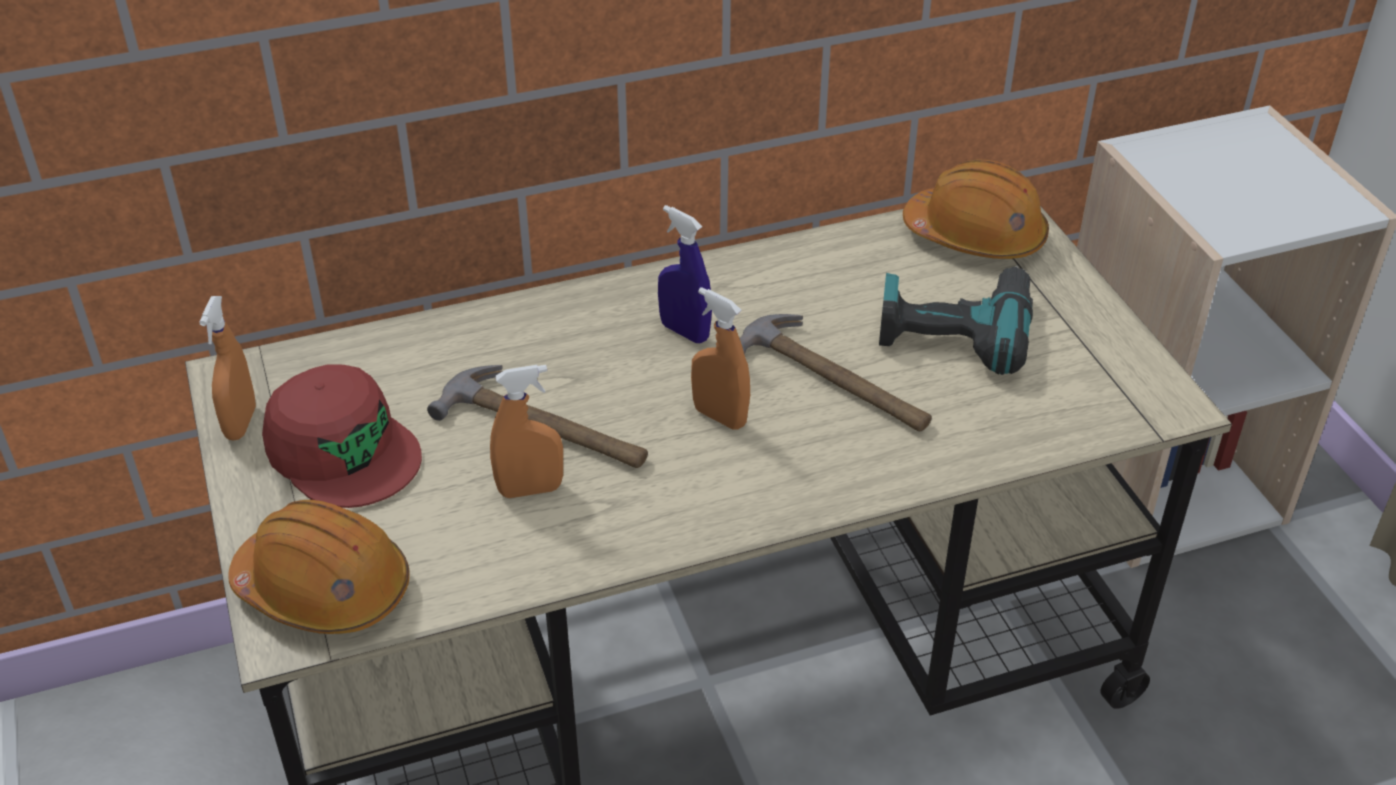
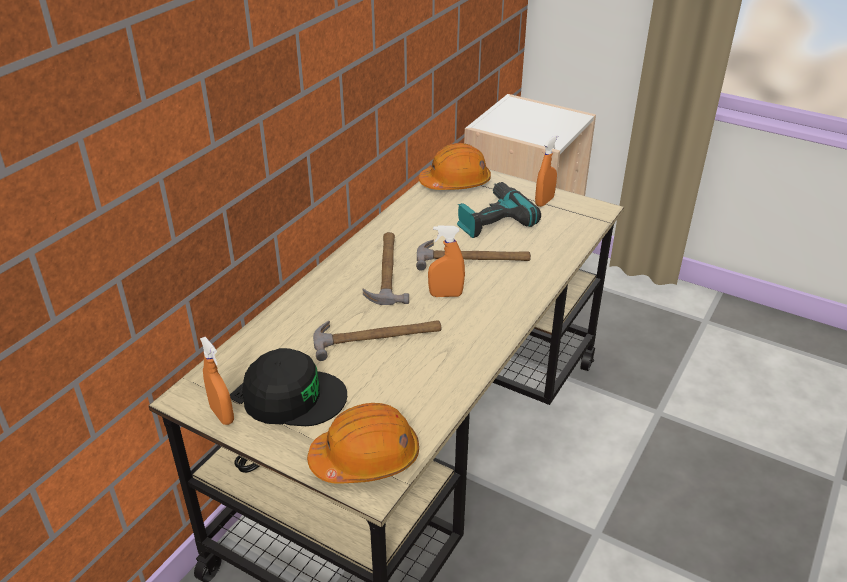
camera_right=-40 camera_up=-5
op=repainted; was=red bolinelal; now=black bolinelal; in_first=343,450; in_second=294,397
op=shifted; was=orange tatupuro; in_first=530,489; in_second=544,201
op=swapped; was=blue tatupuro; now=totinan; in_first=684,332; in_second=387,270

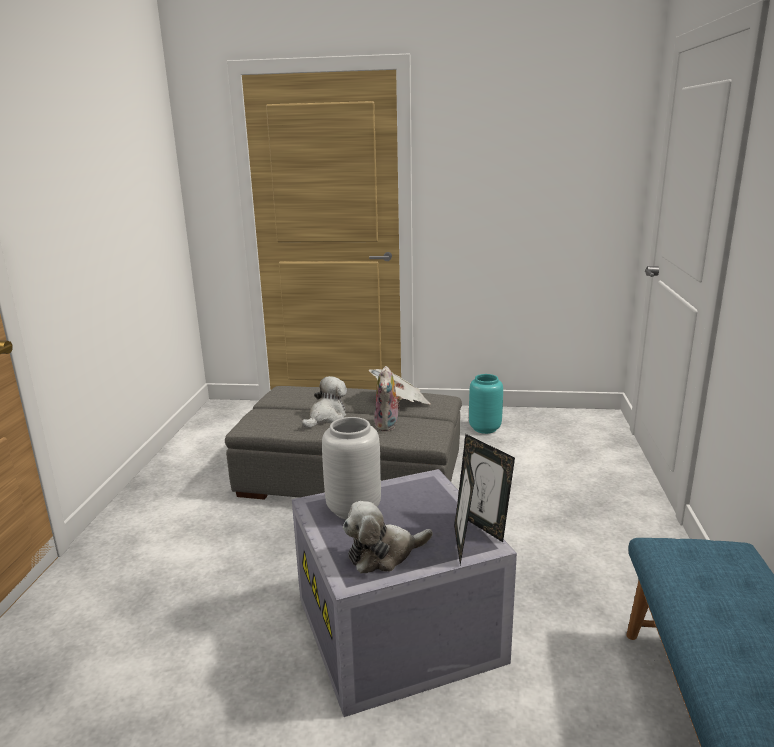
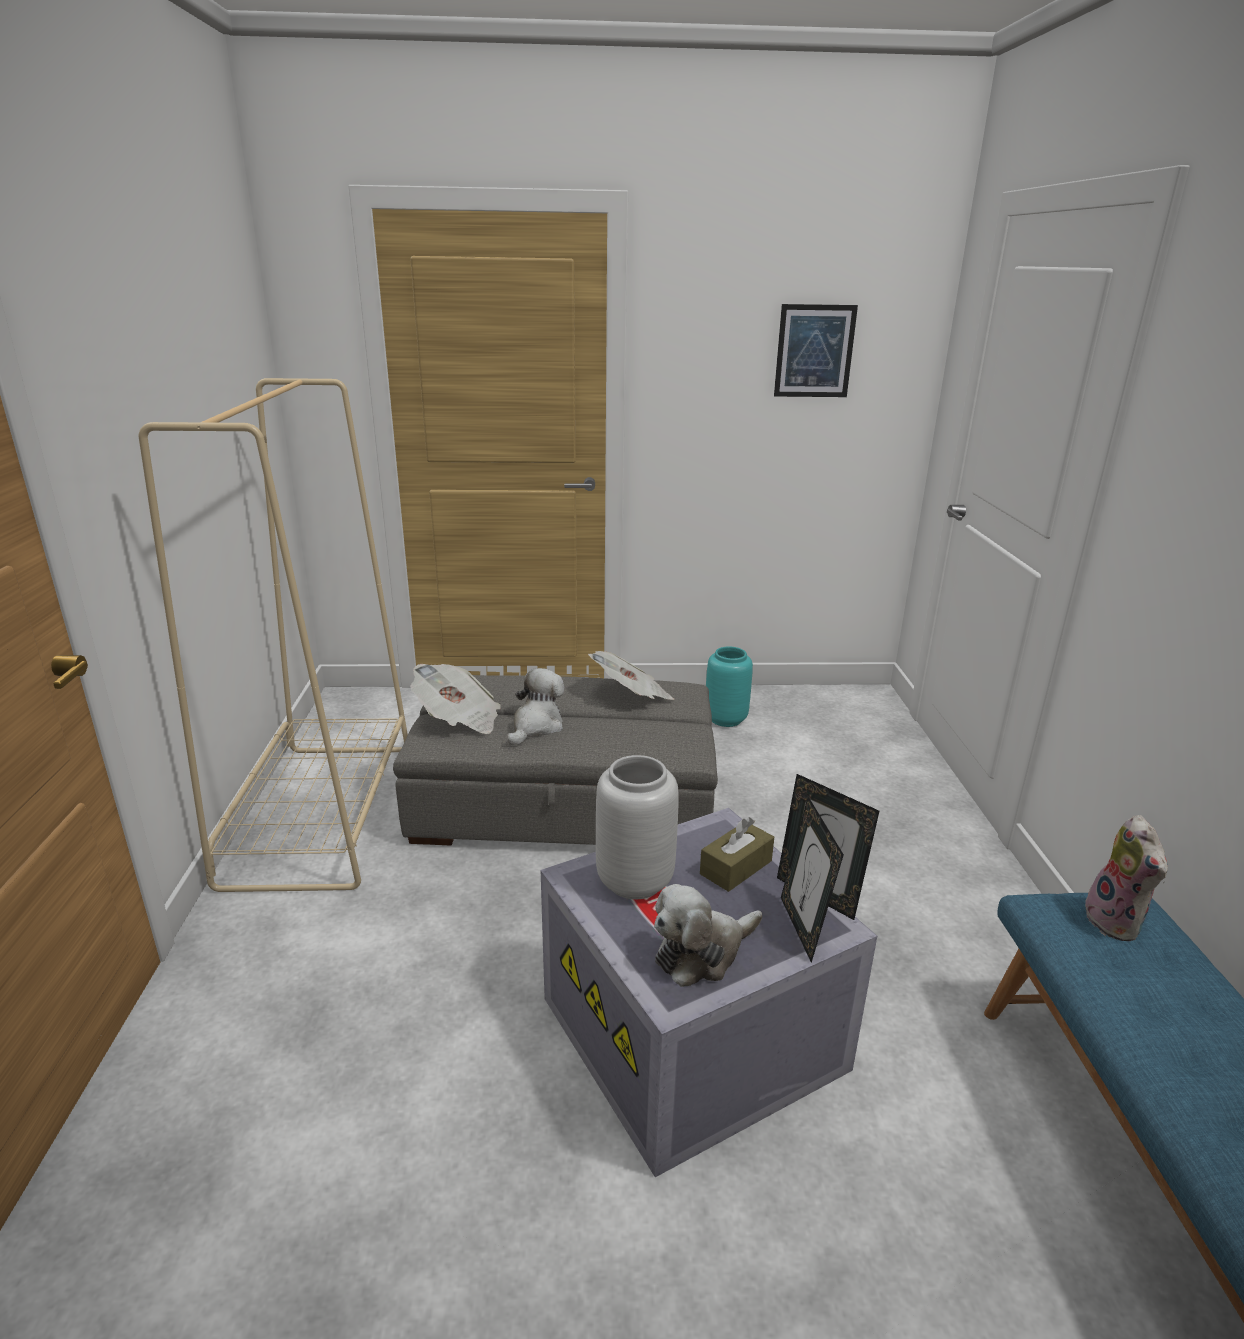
camera_right=-10 camera_up=5
op=shifted; was=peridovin; in_first=388,425; in_second=1117,923
op=new; now=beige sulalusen; in_second=321,812
op=new; now=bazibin; in_second=459,719
op=new; now=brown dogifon; in_second=736,867
op=new; now=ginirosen; in_second=814,351

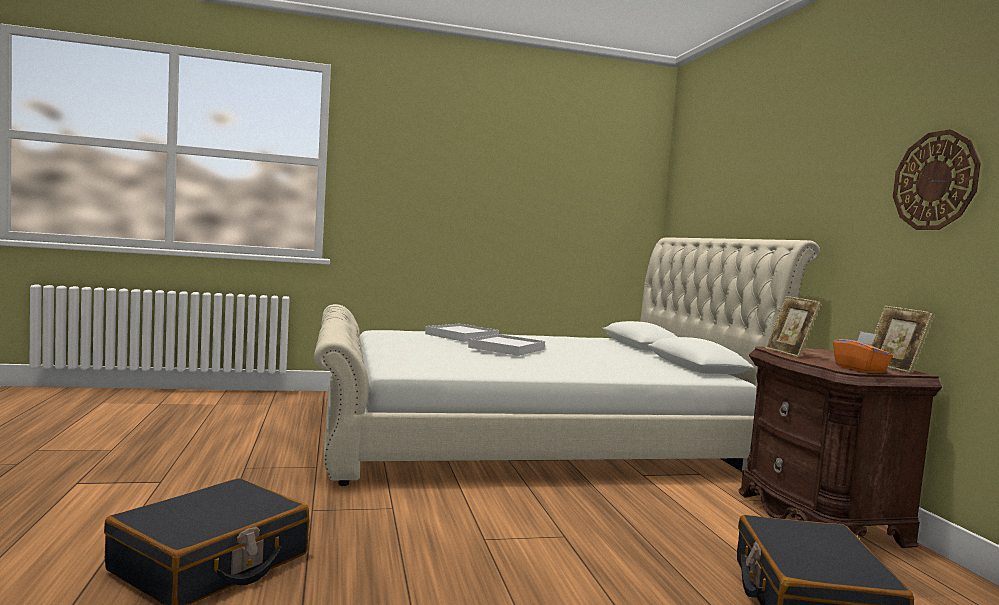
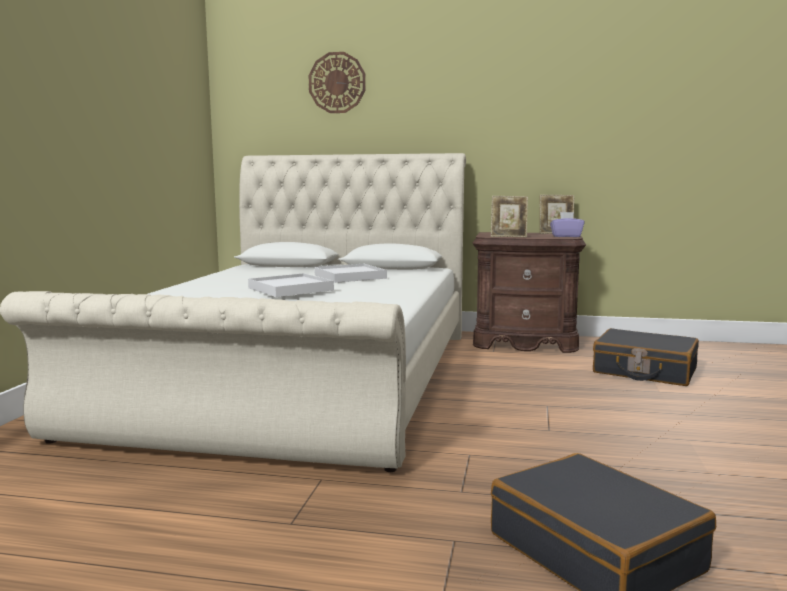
camera_right=-65 camera_up=5
op=shifted; was=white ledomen; in_first=462,336; in_second=349,276
op=repainted; was=orange dogifon; now=purple dogifon; in_first=860,369; in_second=566,236
op=shifted; was=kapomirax; in_first=935,181; in_second=337,83

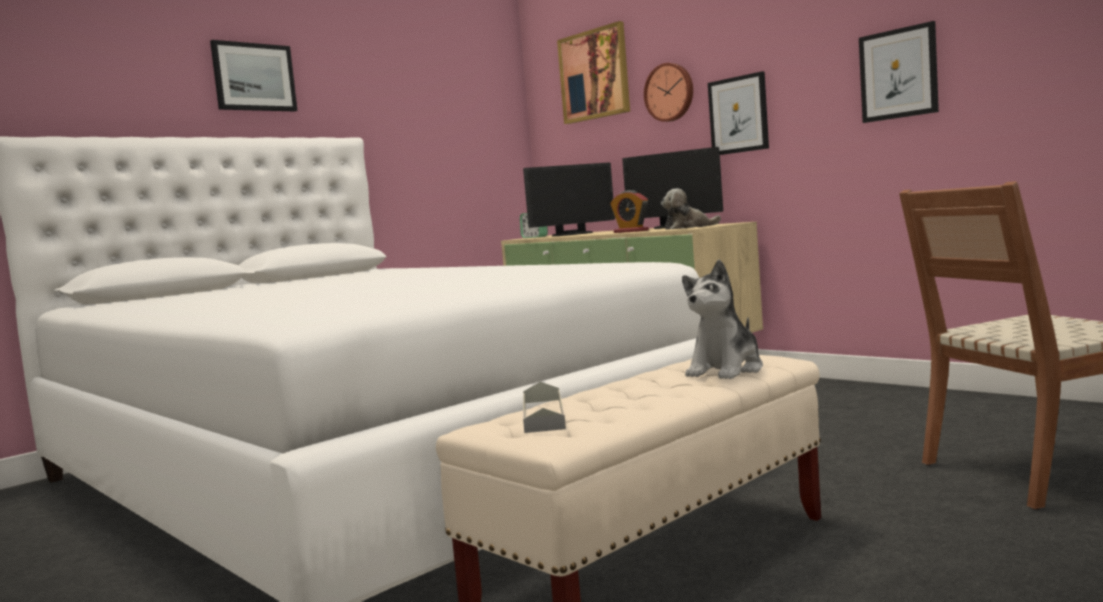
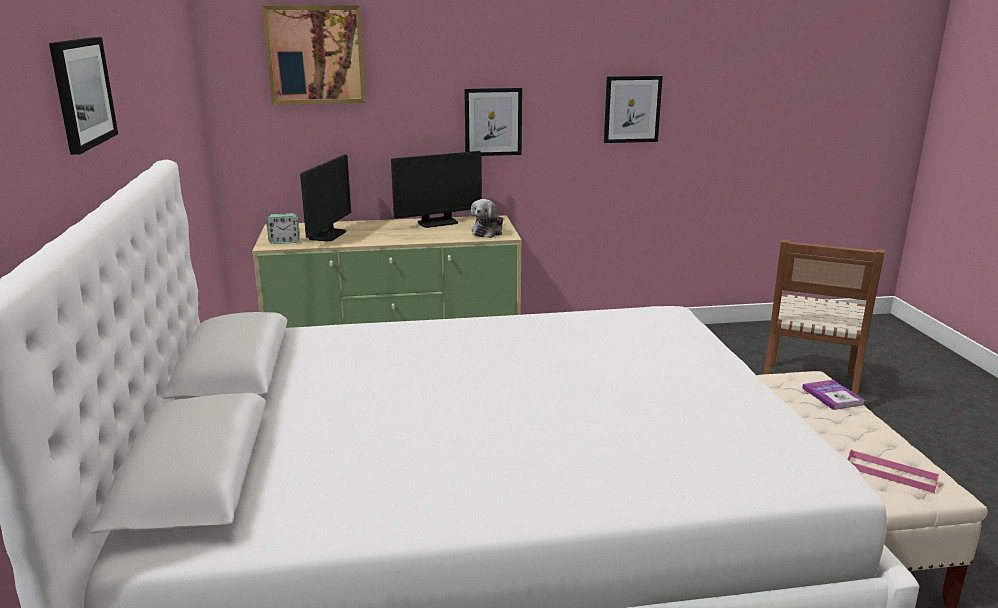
camera_right=-55 camera_up=15
op=repainted; was=grey ledomen; now=pink ledomen; in_first=543,415; in_second=890,474
op=gone; was=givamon; in_first=631,231
op=gone; was=kapomirax; in_first=670,92
op=swapped; was=peridovin; now=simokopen; in_first=726,370; in_second=832,396

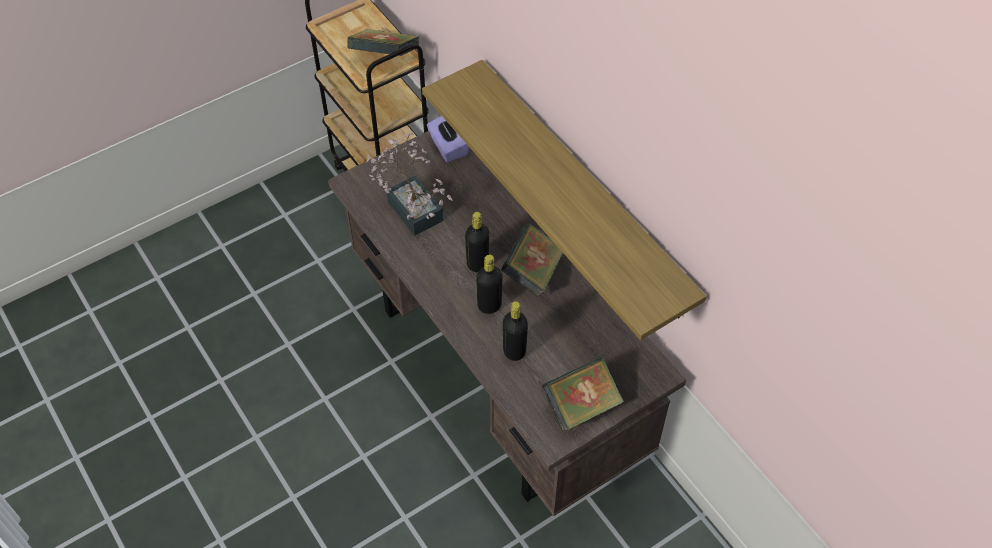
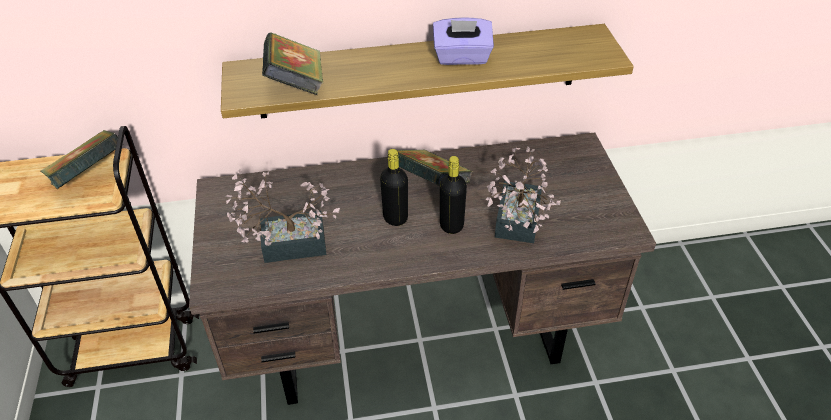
camera_right=-65 camera_up=-10
op=shifted; was=purple dogifon; in_first=448,147; in_second=462,58
op=swapped; was=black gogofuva; now=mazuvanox; in_first=514,351; in_second=515,225
op=shifted; was=simokopen; in_first=581,406; in_second=296,85

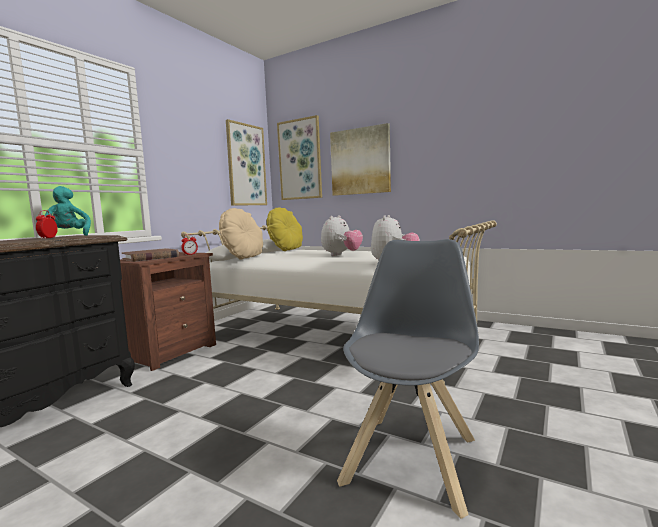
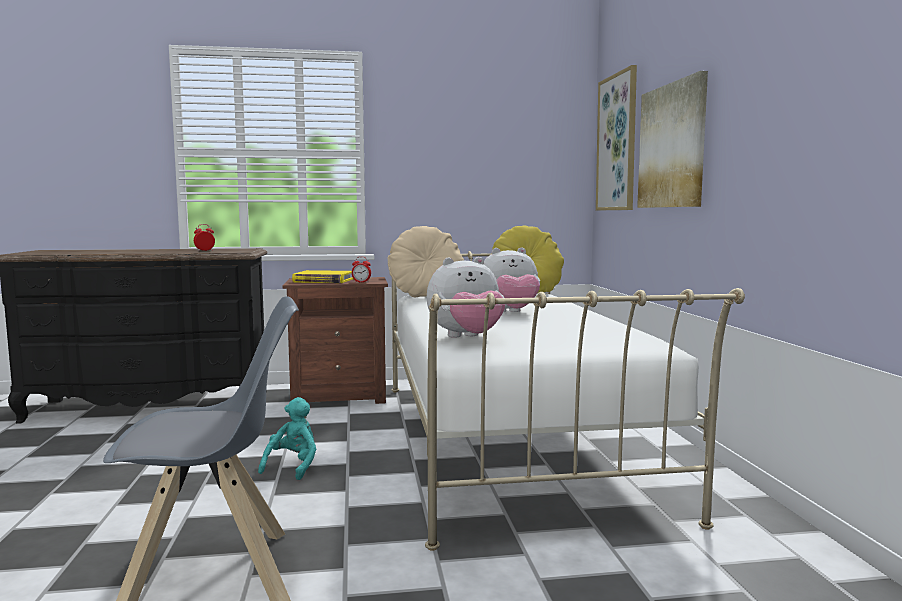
camera_right=50 camera_up=0
op=shifted; was=turquoise peridovin; in_first=66,236; in_second=293,466
op=repainted; was=brown simokopen; now=yellow simokopen; in_first=151,258; in_second=323,280
op=gone; was=ginirosen; in_first=246,165

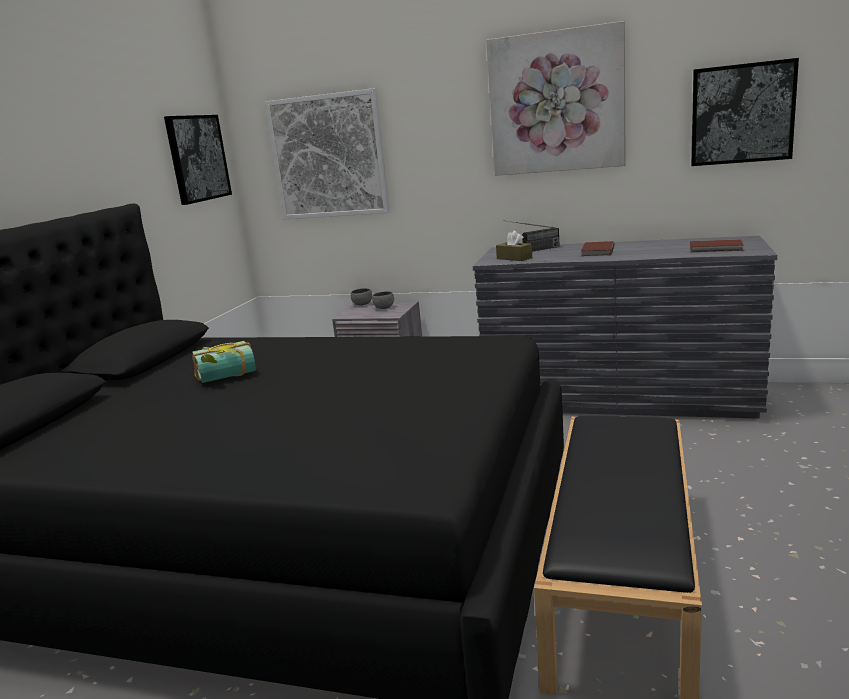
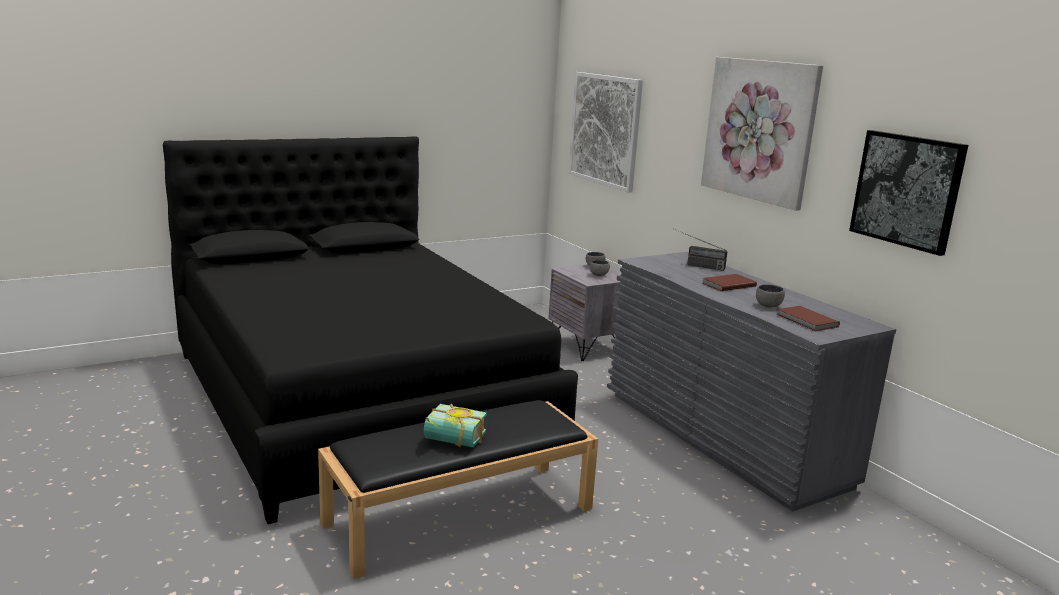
camera_right=40 camera_up=0
op=gone; was=ginirosen; in_first=197,158
op=shifted; was=simokopen; in_first=227,377; in_second=452,442
op=gone; was=brown dogifon; in_first=514,258
op=new; now=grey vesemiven; in_second=768,306

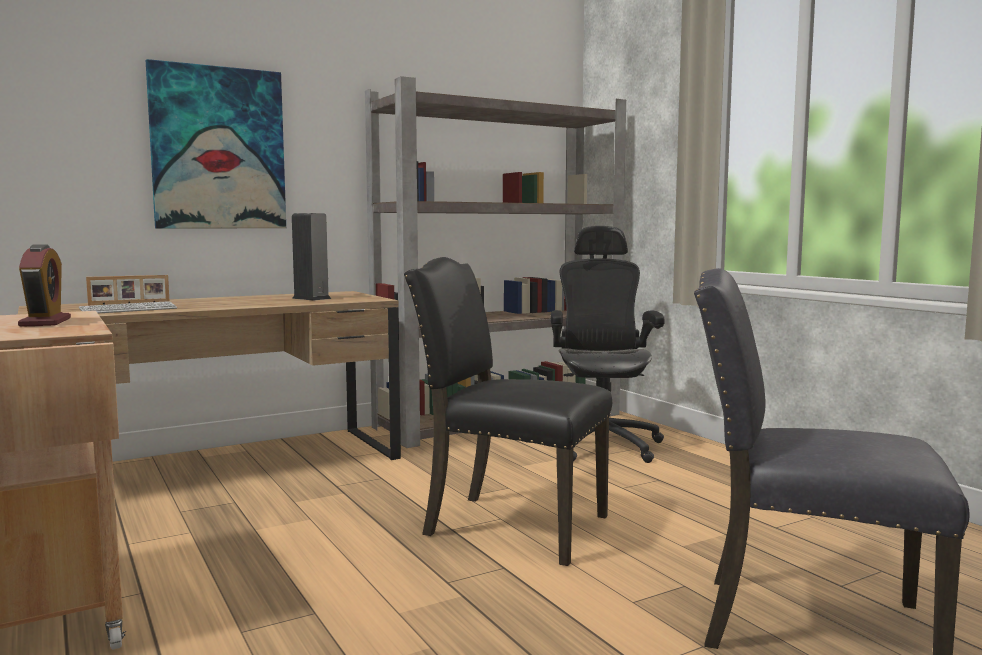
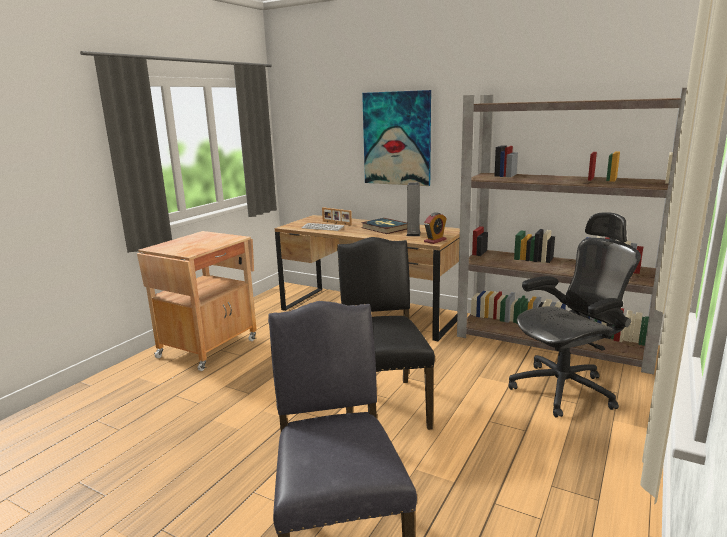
camera_right=60 camera_up=10
op=shifted; was=givamon; in_first=45,322; in_second=435,240
op=new; now=simokopen; in_second=385,228

